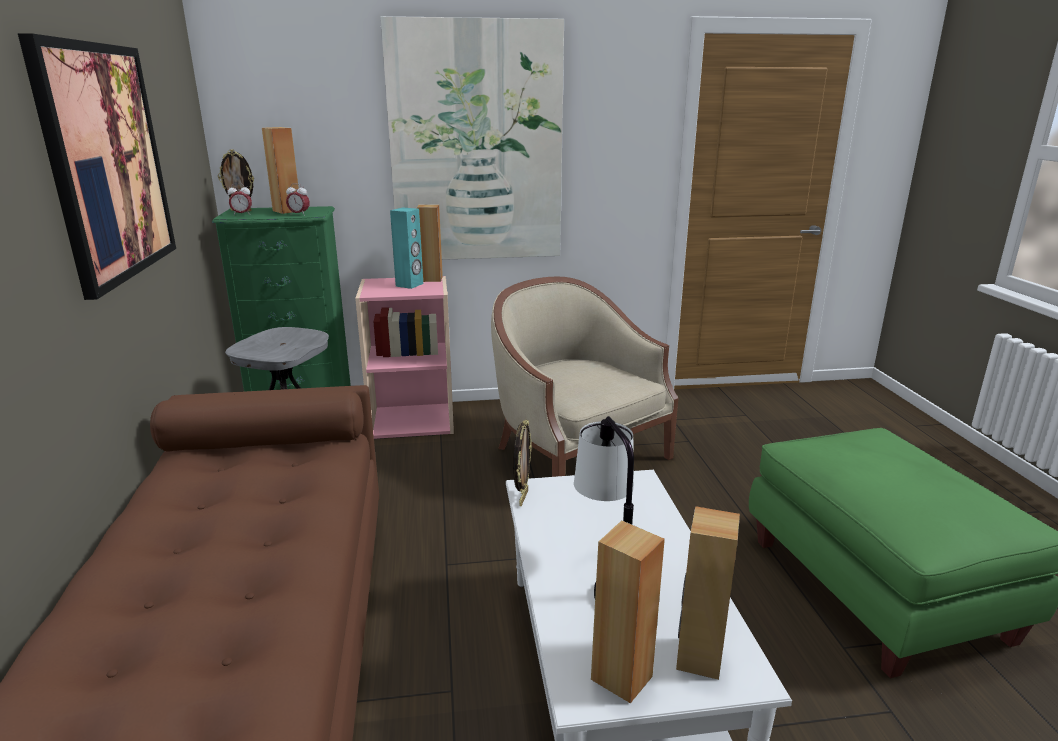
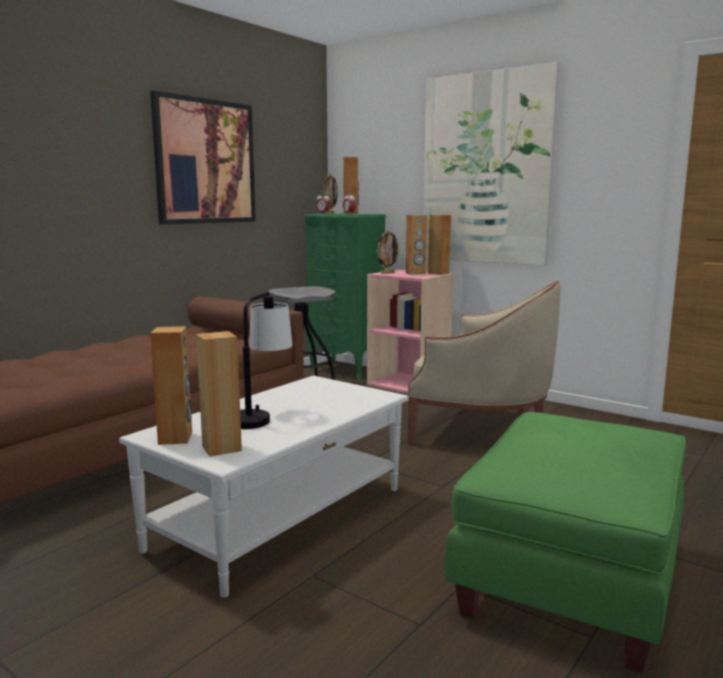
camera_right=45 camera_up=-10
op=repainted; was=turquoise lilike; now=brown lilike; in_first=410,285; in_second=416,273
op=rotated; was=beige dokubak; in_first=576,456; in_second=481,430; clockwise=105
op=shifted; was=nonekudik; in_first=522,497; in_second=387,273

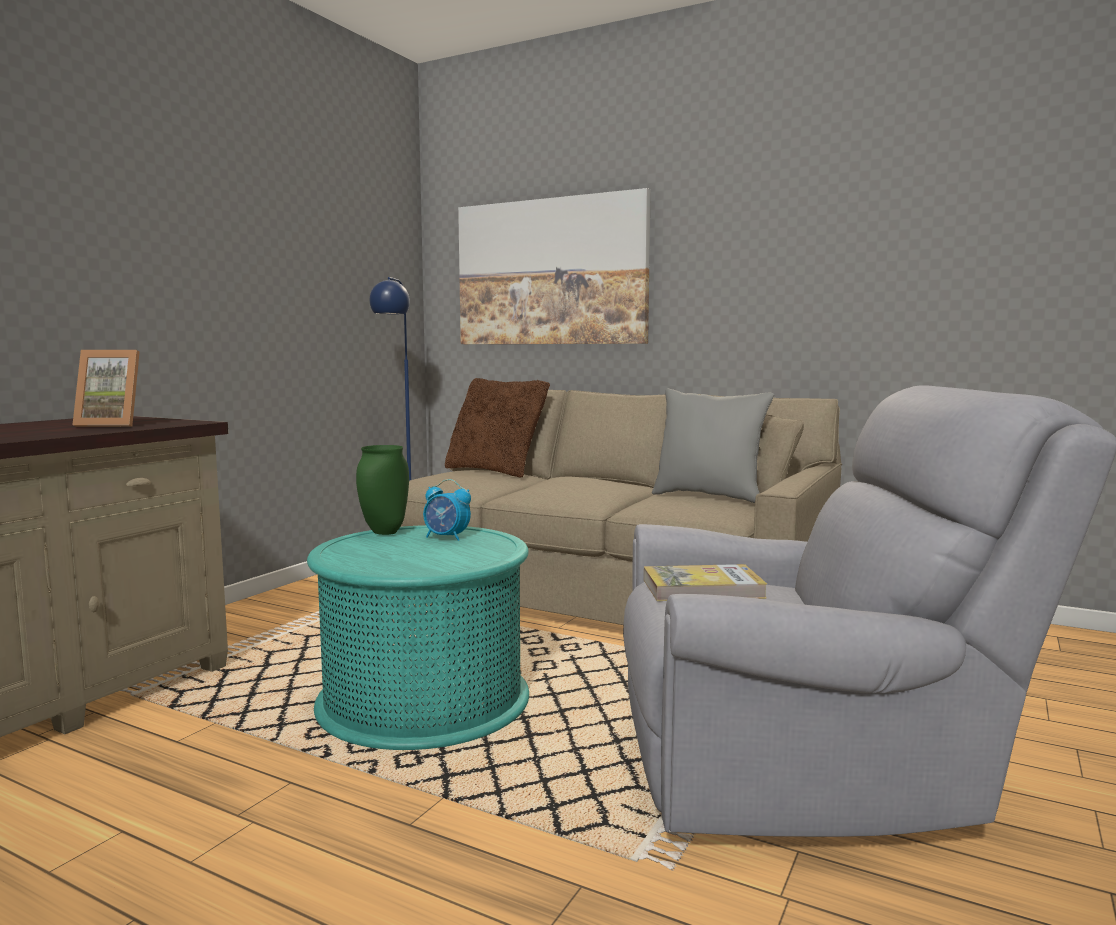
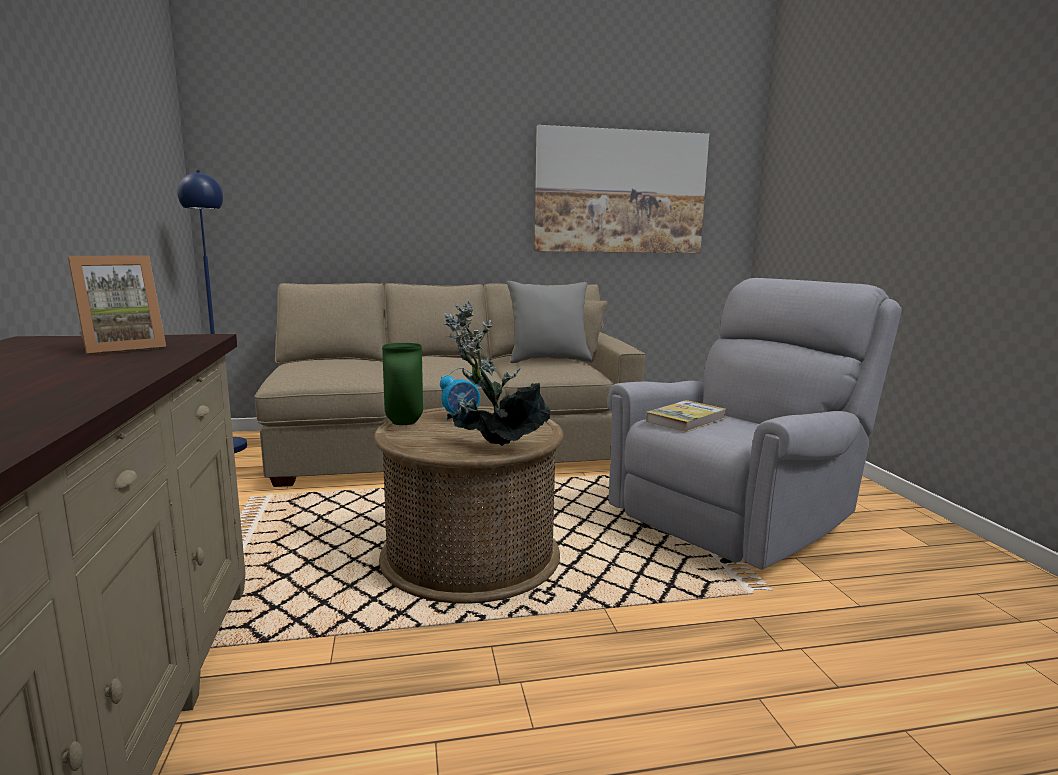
camera_right=-40 camera_up=5
op=repainted; was=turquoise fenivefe; now=brown fenivefe; in_first=424,700; in_second=470,555
op=gone; was=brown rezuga; in_first=495,470
op=shifted; was=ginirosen; in_first=551,272; in_second=620,192
op=new; now=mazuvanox; in_second=491,449

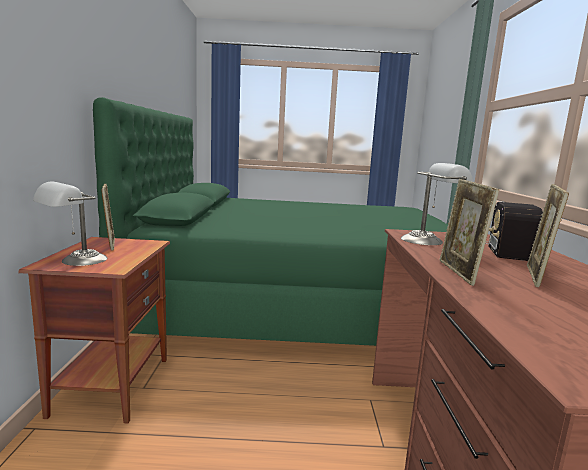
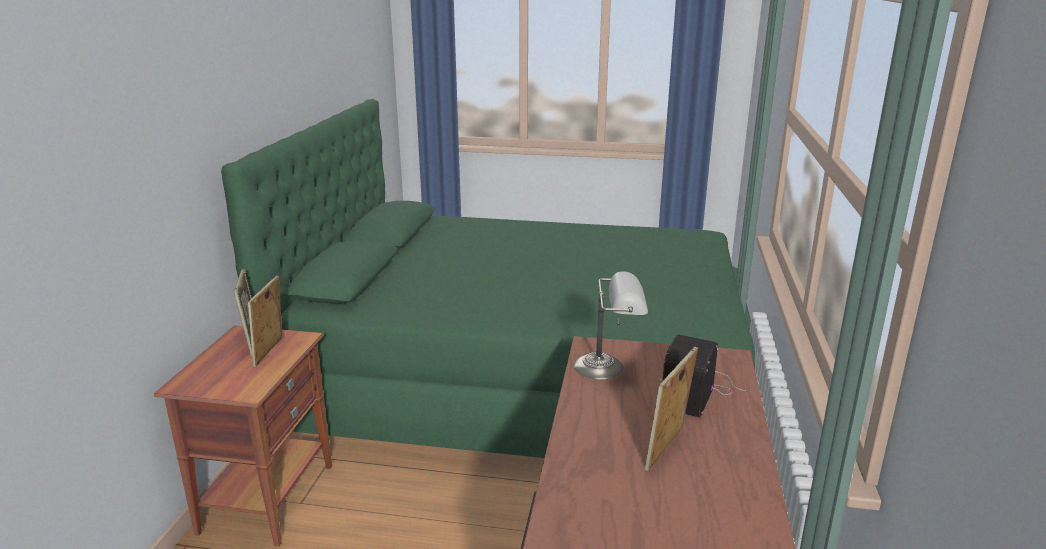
camera_right=10 camera_up=10
op=gone; was=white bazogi; in_first=76,261
op=shifted; was=nonekudik; in_first=459,273; in_second=270,352

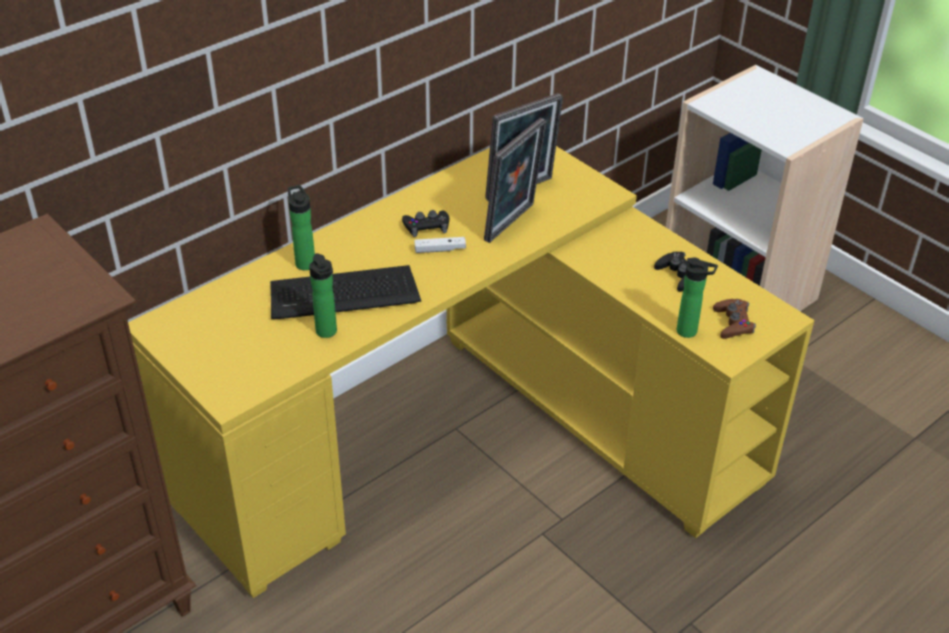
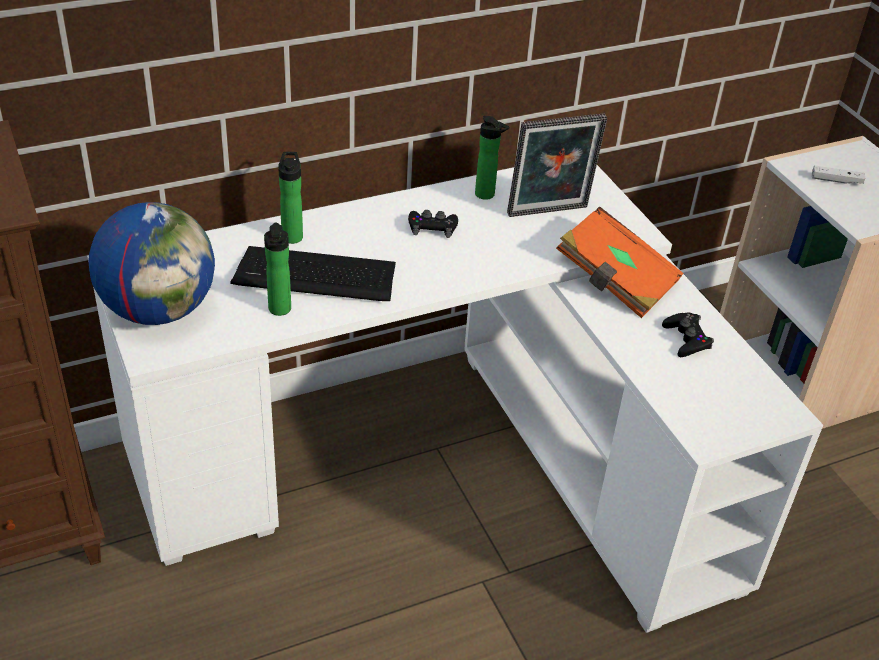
camera_right=15 camera_up=0
op=repainted; was=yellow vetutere; now=white vetutere; in_first=470,437; in_second=448,461
op=shifted; was=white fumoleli; in_first=440,249; in_second=836,180
op=gone; was=nonekudik; in_first=513,224
op=shifted; was=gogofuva; in_first=690,332; in_second=487,195
op=gone; was=brown fumoleli; in_first=733,323
op=new; now=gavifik; in_second=159,310
op=new; now=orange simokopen; in_second=615,281

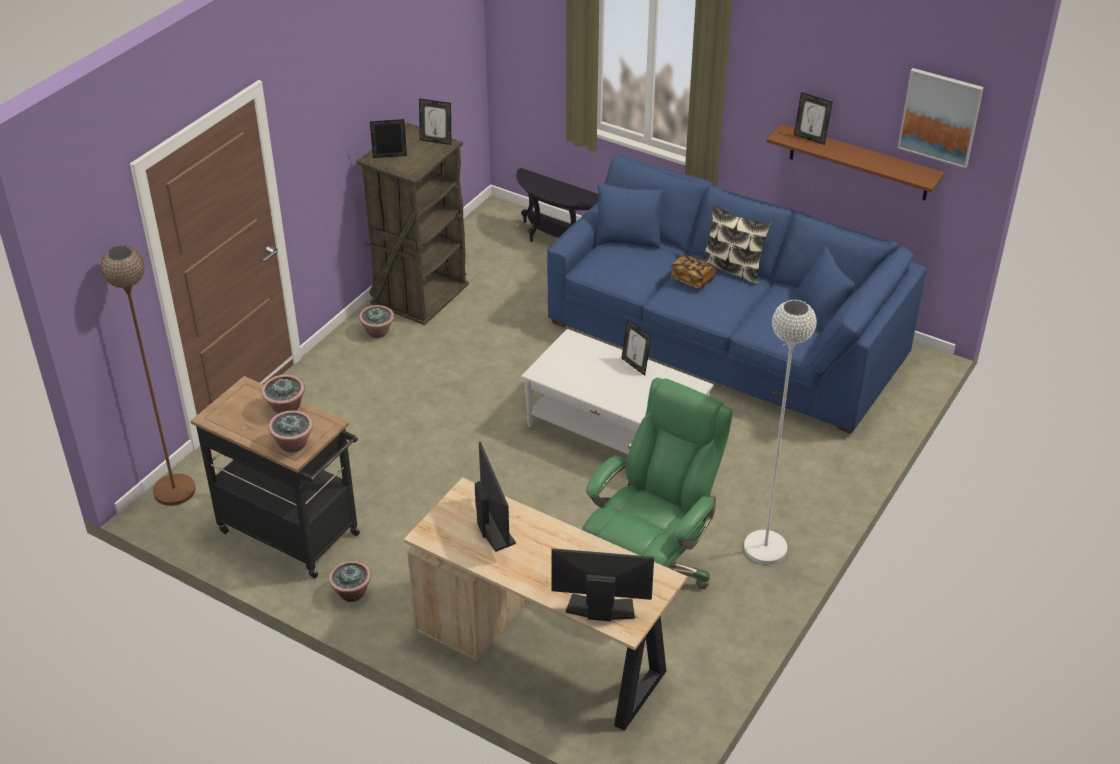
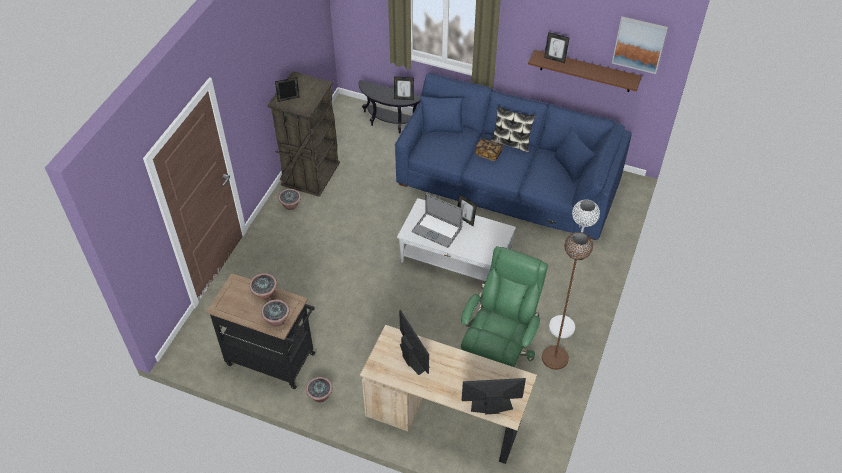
camera_right=-10 camera_up=10
op=shifted; was=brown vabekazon; in_first=174,491; in_second=554,358
op=shifted; was=nonekudik; in_first=436,141; in_second=404,98
op=new; now=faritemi; in_second=436,230

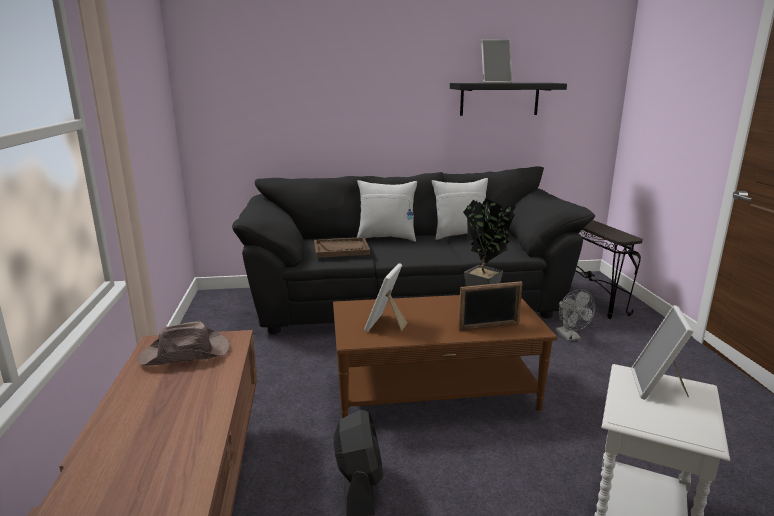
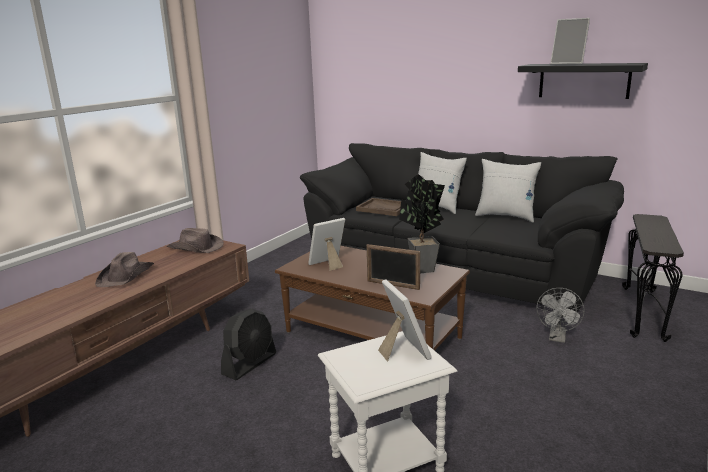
camera_right=40 camera_up=0
op=rotated; was=nonekudik; in_first=657,387; in_second=402,351; clockwise=105
op=new; now=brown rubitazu; in_second=126,275

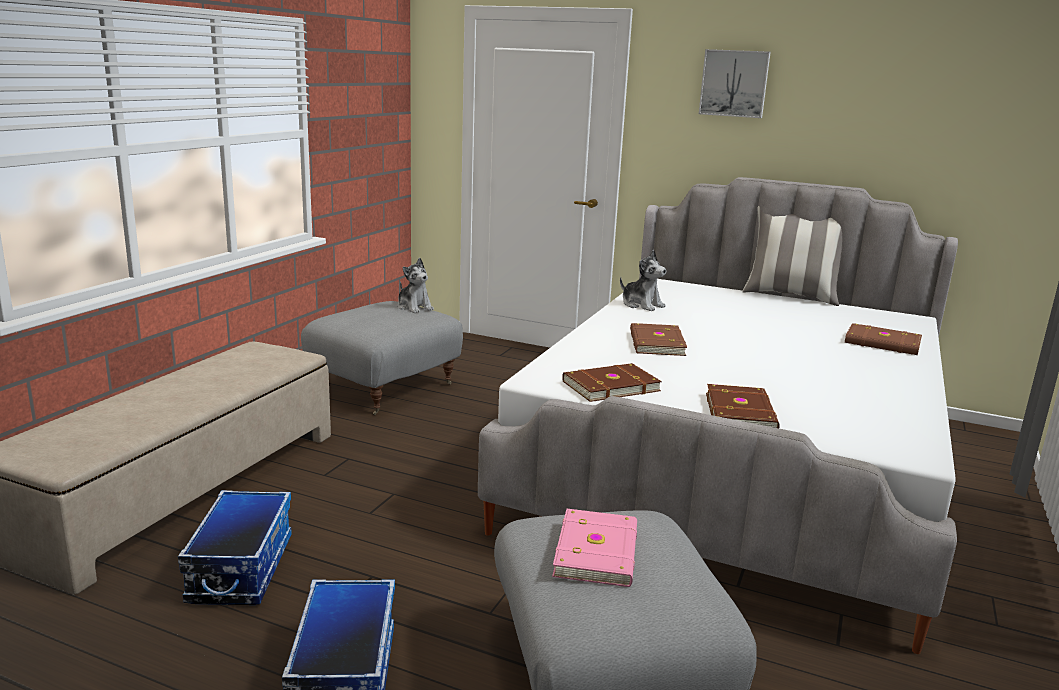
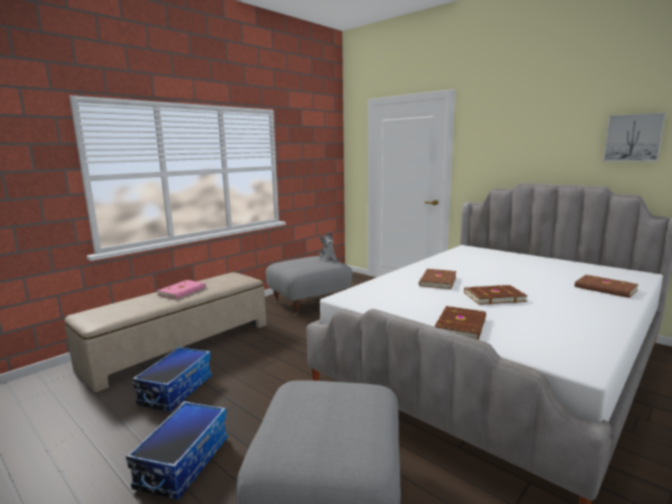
camera_right=20 camera_up=-5
op=shifted; was=pink simokopen; in_first=598,551; in_second=183,291
op=shifted; was=brown simokopen; in_first=609,386; in_second=493,297
op=gone; was=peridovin; in_first=642,305
op=shifted; was=ginirosen; in_first=734,83; in_second=633,138
op=gone; was=rezuga; in_first=791,296

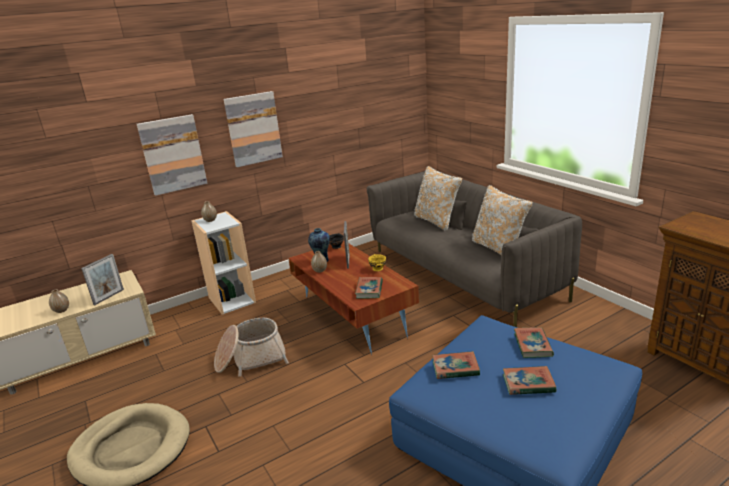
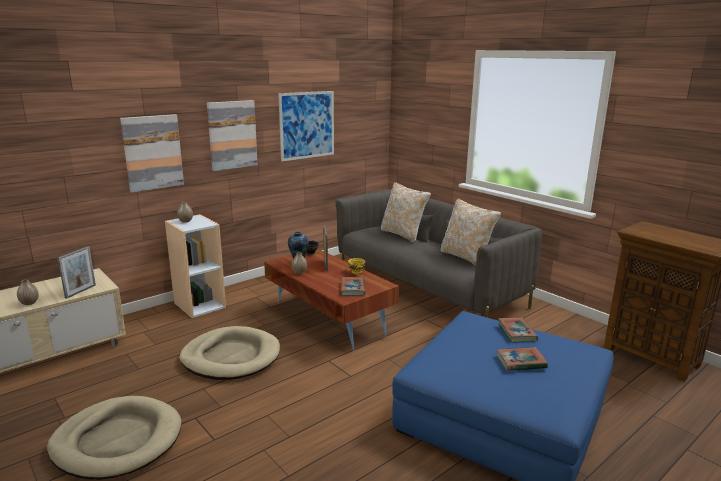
camera_right=-10 camera_up=-5
op=swapped; was=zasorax; now=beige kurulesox; in_first=251,359; in_second=231,357
op=gone; was=simokopen; in_first=455,368
op=new; now=ginirosen; in_second=307,125

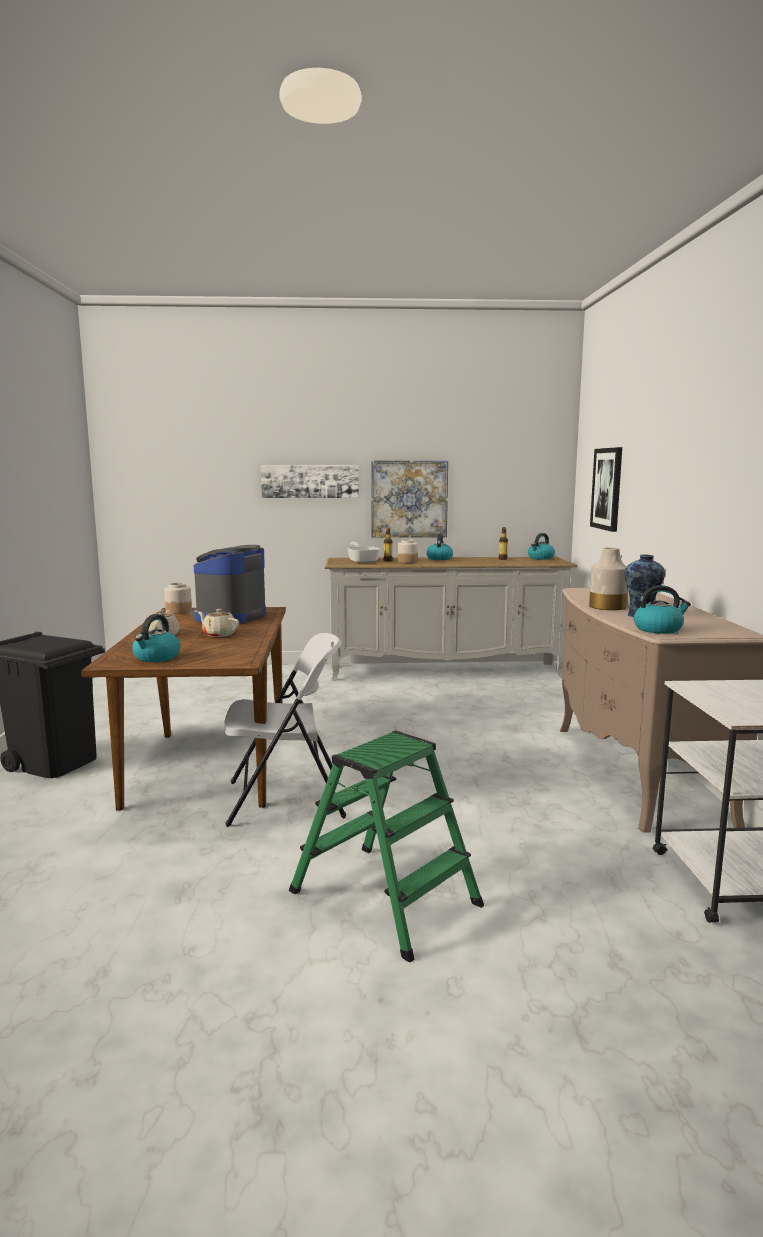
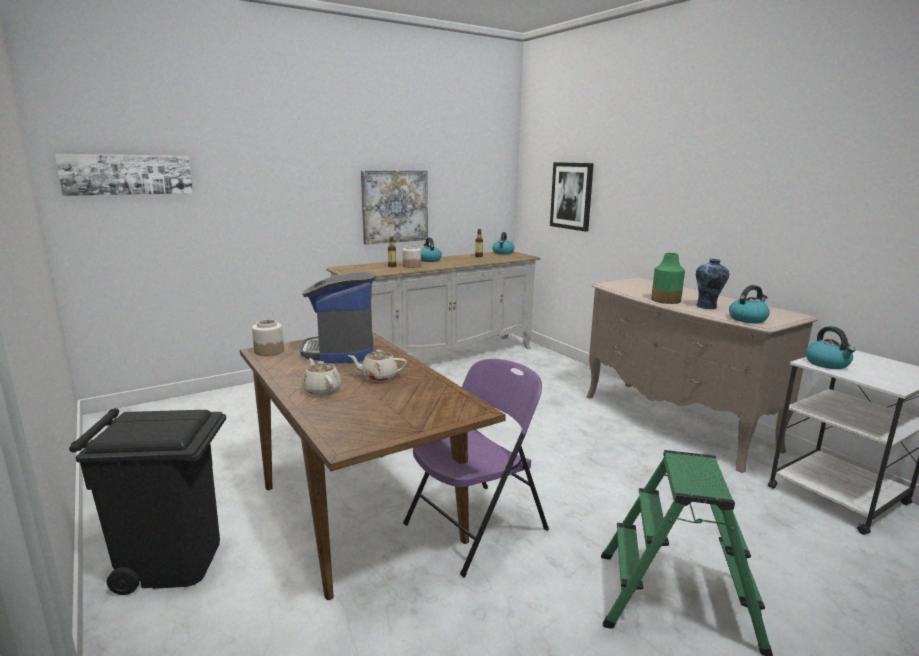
camera_right=-30 camera_up=5
op=shifted; was=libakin; in_first=156,657; in_second=828,364
op=repainted; was=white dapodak; now=purple dapodak; in_first=285,799; in_second=476,527
op=shifted; was=ginirosen; in_first=310,481; in_second=127,174
op=gone; was=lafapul; in_first=362,561
op=repainted; was=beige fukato; now=green fukato; in_first=607,606; in_second=666,300

